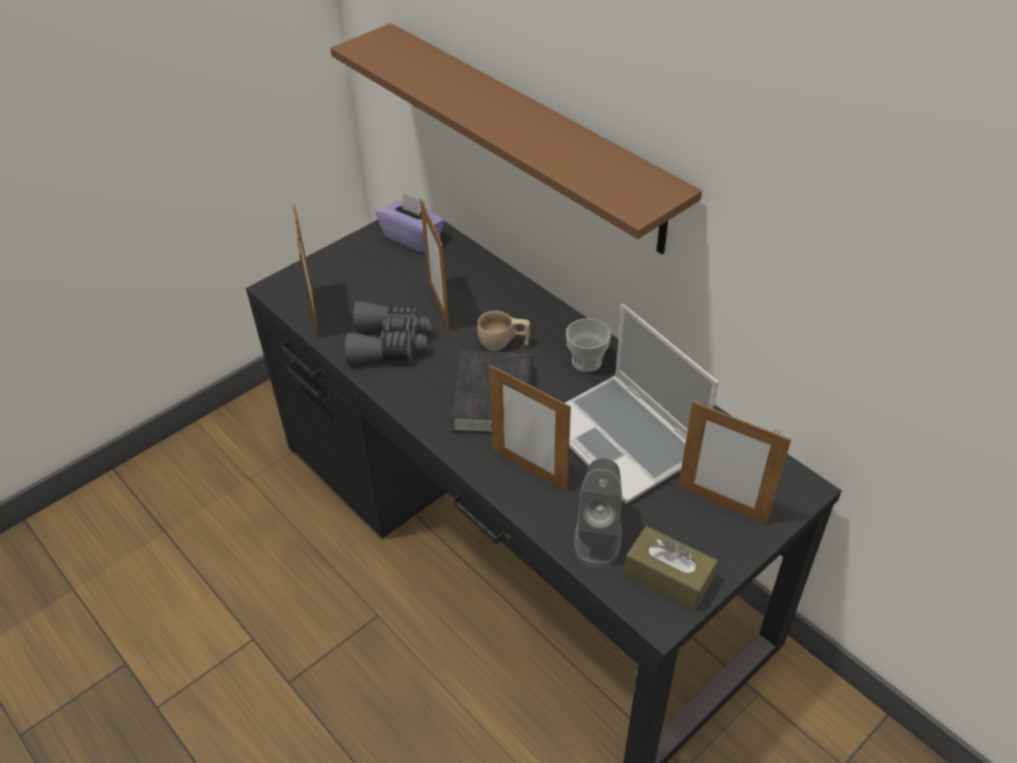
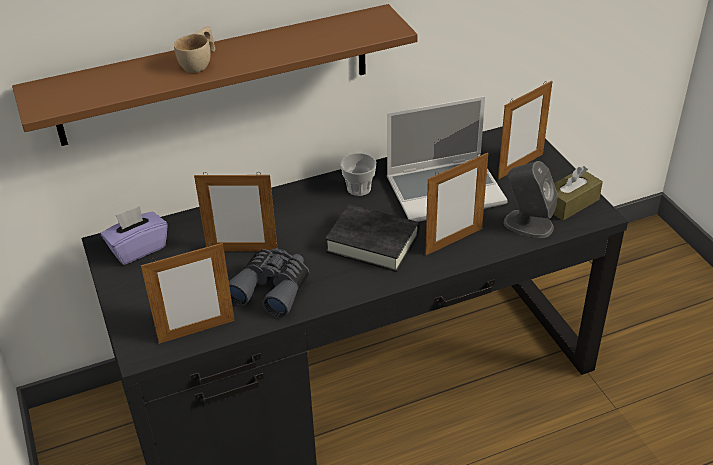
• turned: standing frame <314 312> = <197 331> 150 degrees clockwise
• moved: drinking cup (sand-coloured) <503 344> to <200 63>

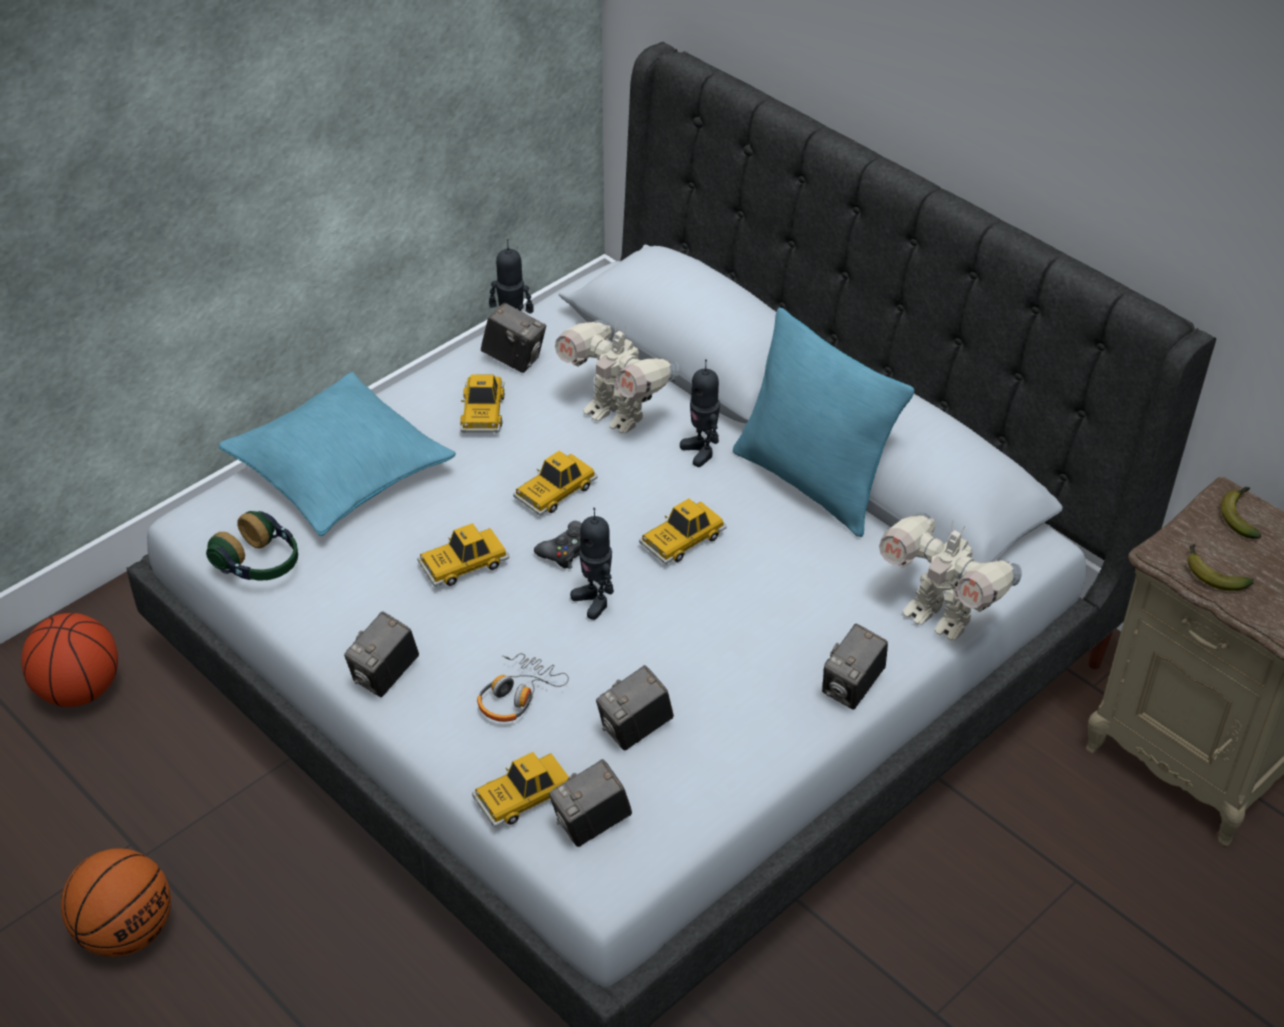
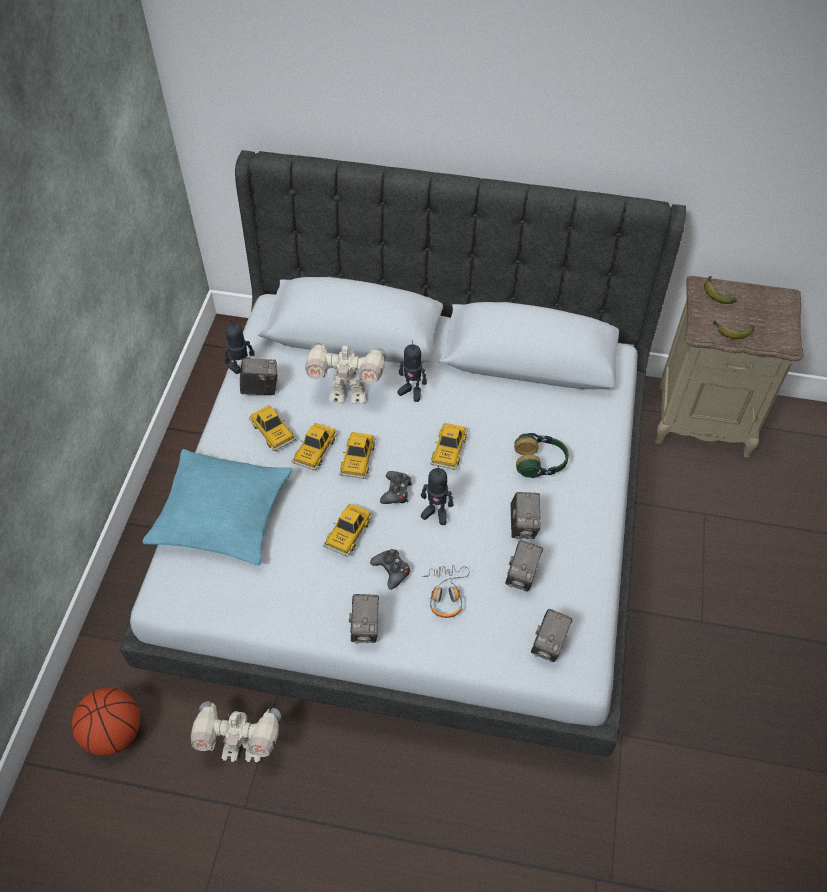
• moved: model robot <939 616> to <243 747>
• moved: toy car <524 796> to <315 450>
• added: gamepad (blackish) <391 570>
• moved: still camera <852 688> to <523 526>
• moved: headset <260 564> to <540 462>
• removed: basketball <125 931>
• removed: throw pillow (blue-green) <811 483>

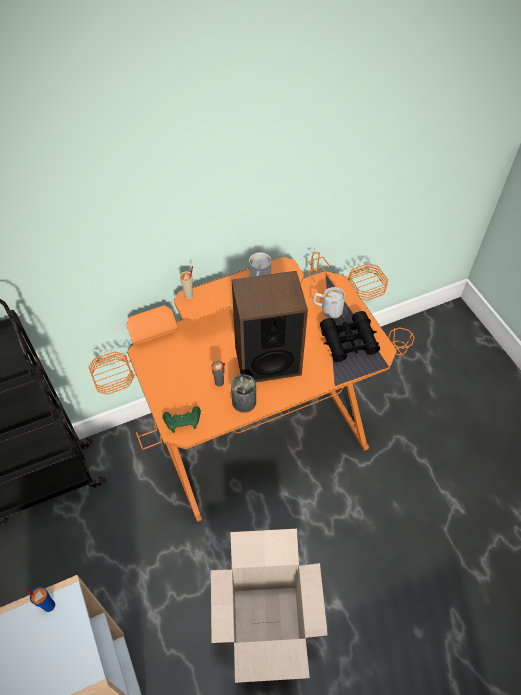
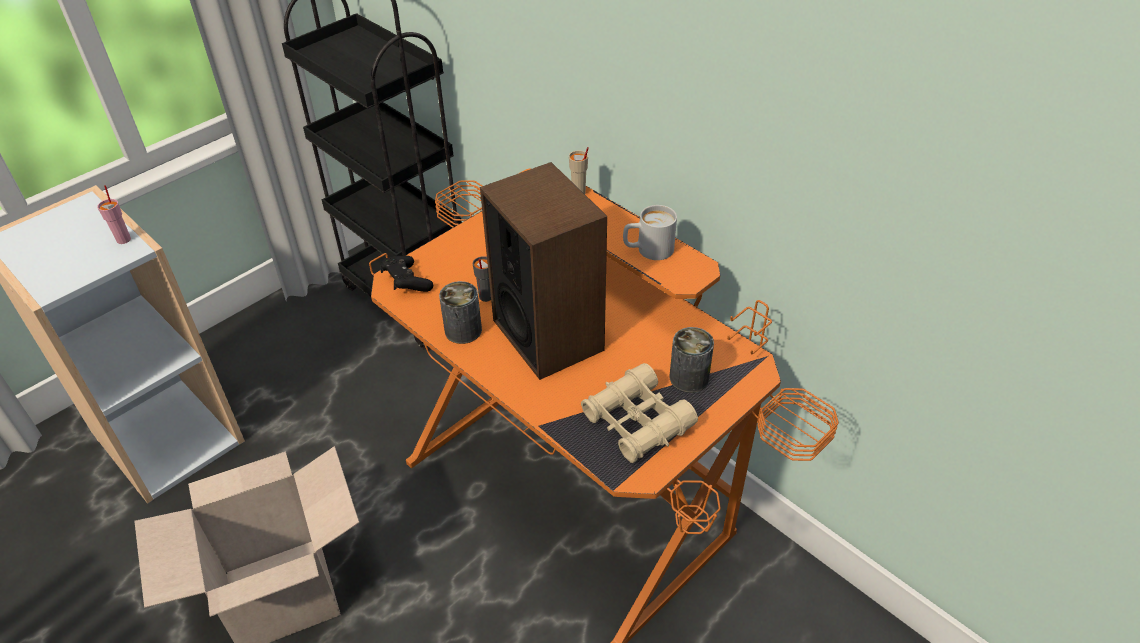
• recoloured: drinking cup (blue-coloured) <48 605> to drinking cup (pink-coloured) <124 239>
• recoloured: gamepad (green-coloured) <183 423> to gamepad (blackish) <406 282>
• recoloured: field glasses (blackish) <349 341> to field glasses (sand-coloured) <637 422>
• replaced: tea mug (white-coloured) <327 309> to metal can <689 377>

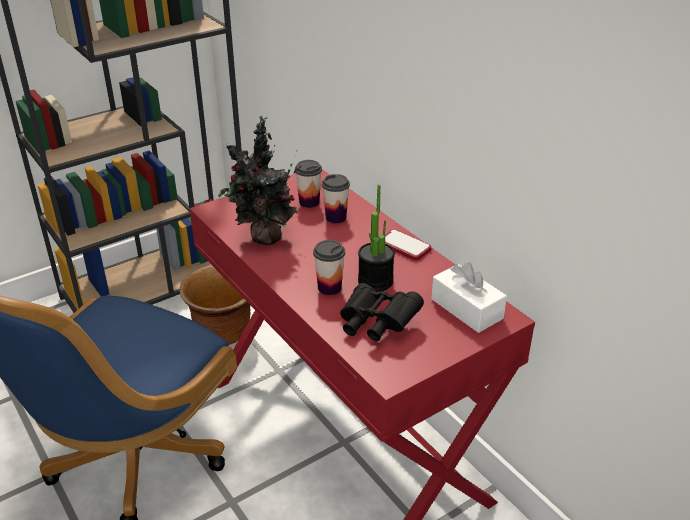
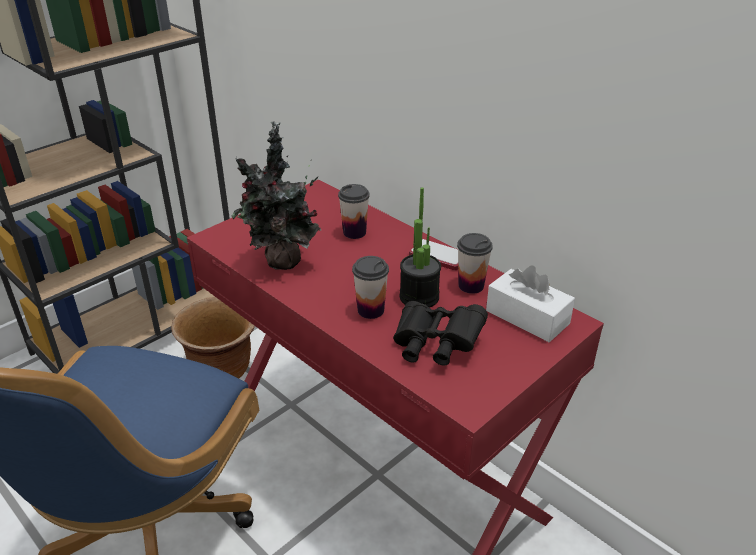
• moved: drinking cup <309 202> to <471 286>

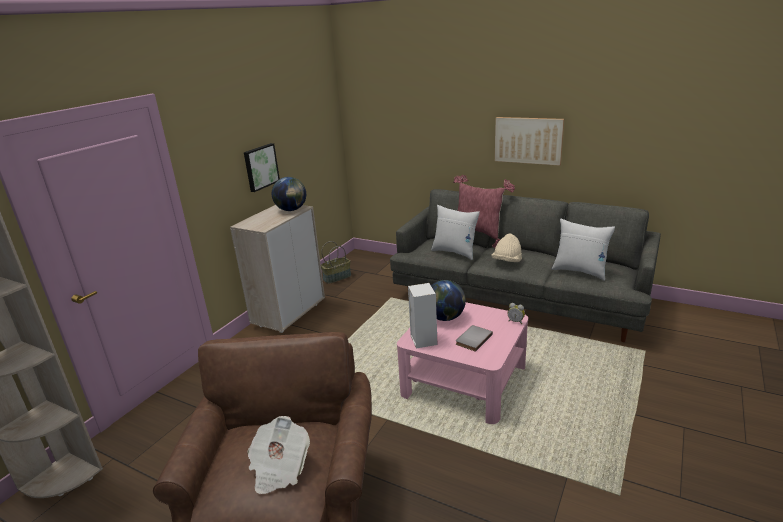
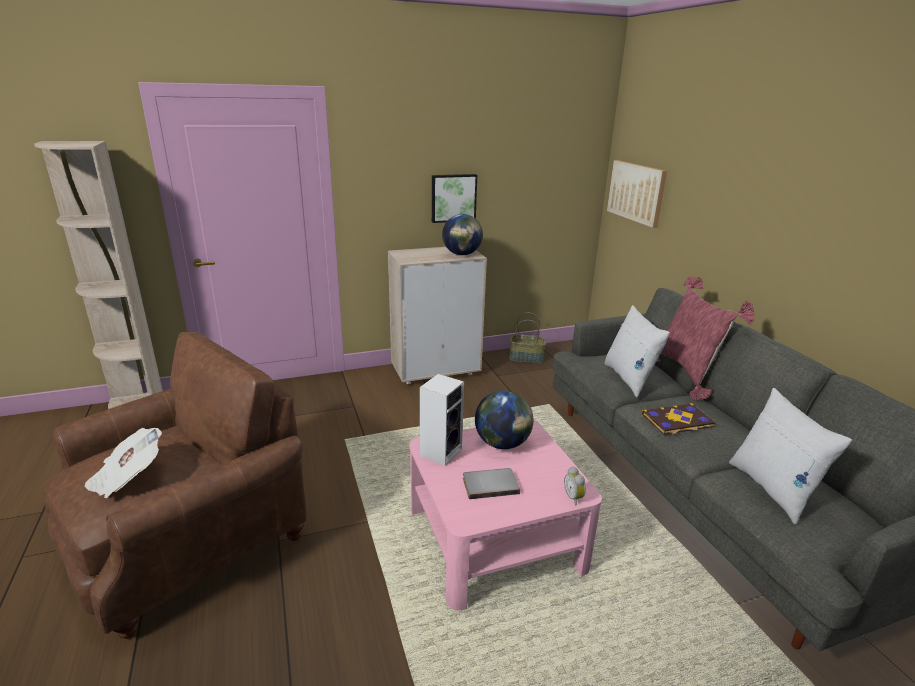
• moved: wall art <528 140> to <636 192>
• replaced: hat (sand-coloured) <507 262> to book <678 421>

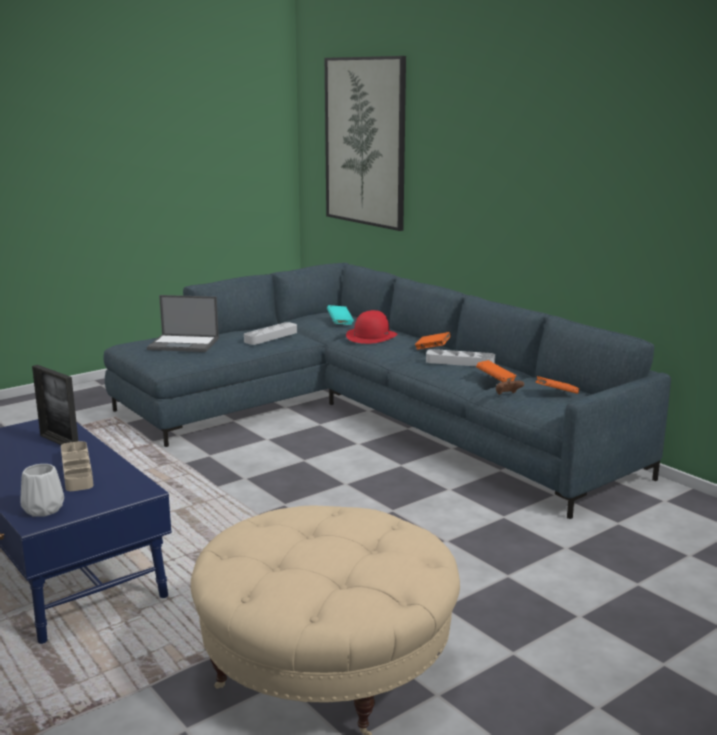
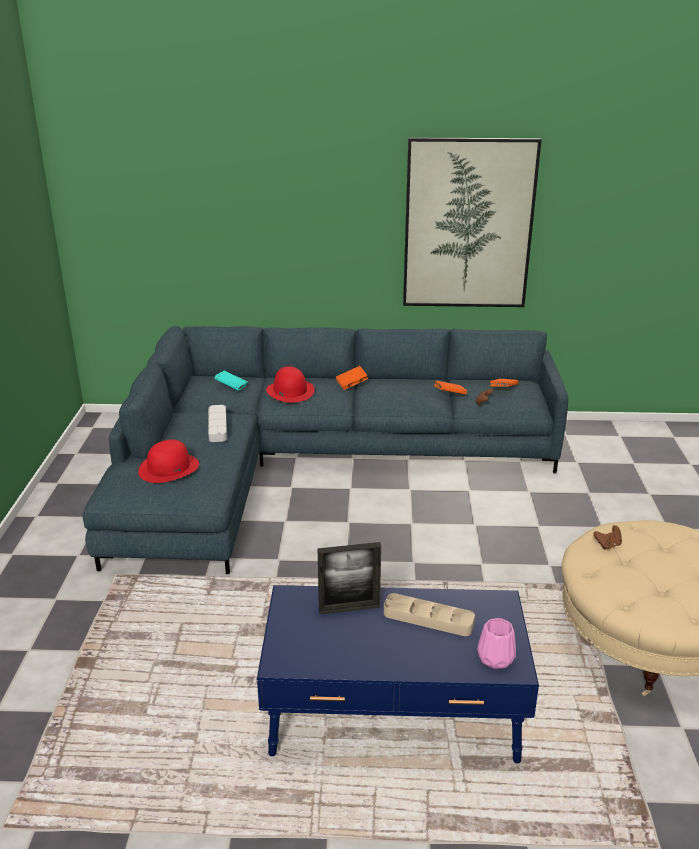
• replaced: laptop <184 344> to hat (red-coloured) <169 468>
• moved: wall art <365 142> to <468 225>
• recoloured: decorative vase (white-coloured) <43 509> to decorative vase (pink-coloured) <494 658>
• added: gamepad (brown) <608 545>
• removed: serving tray (grey) <460 362>

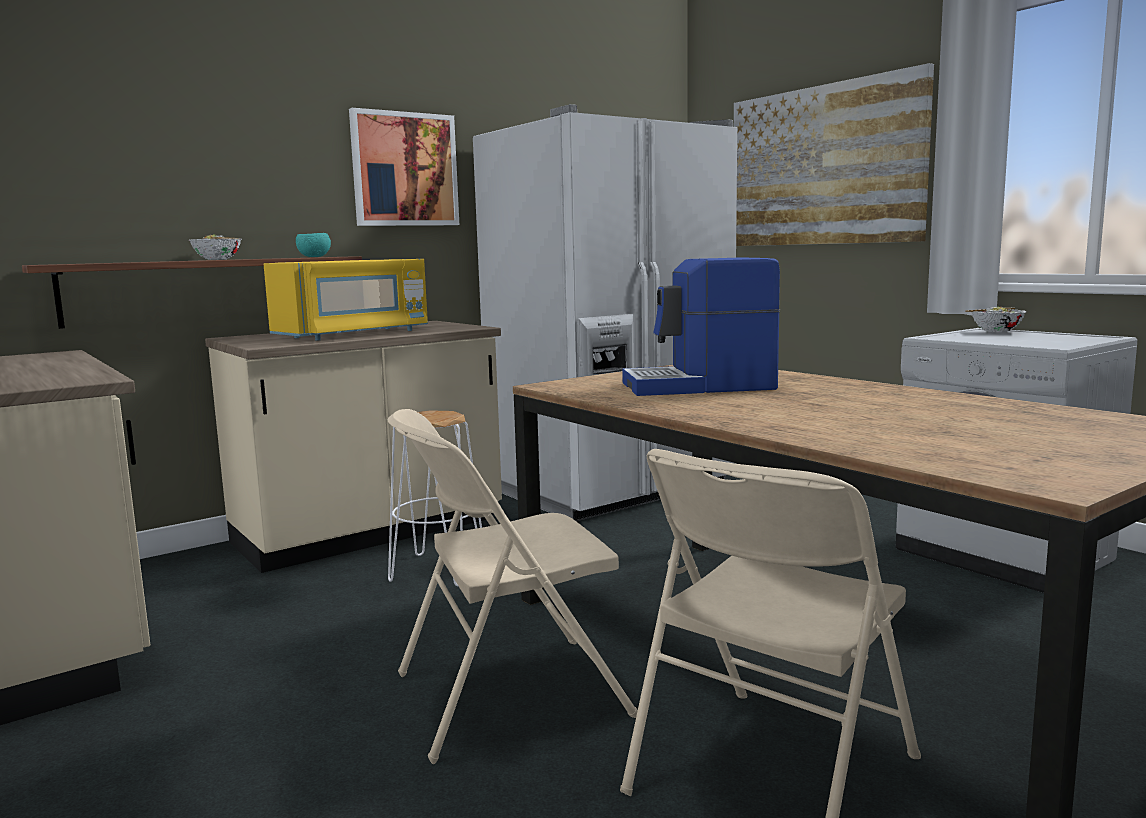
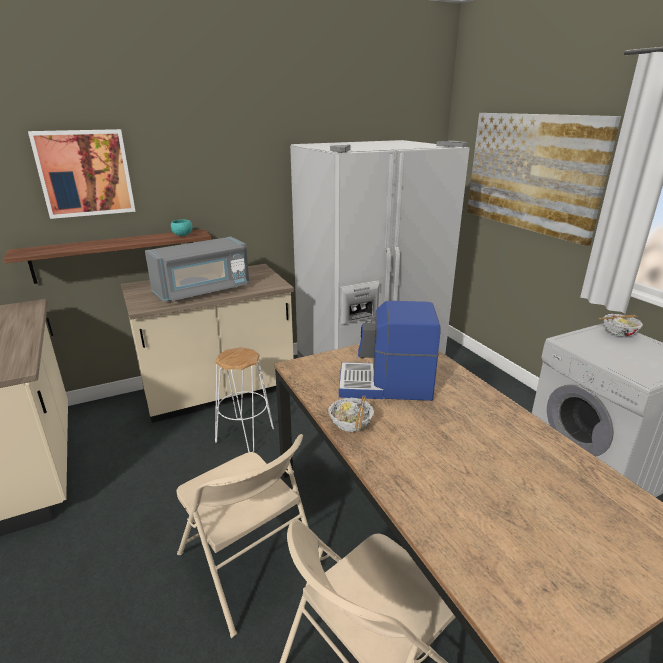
• moved: wall art <404 169> to <85 173>
• recoloured: microwave oven (yellow) <354 334> to microwave oven (grey) <203 290>
• turned: upright chair (sand-coloured) <511 694> = <247 563> 120 degrees counterclockwise
• moved: bowl <218 259> to <351 425>

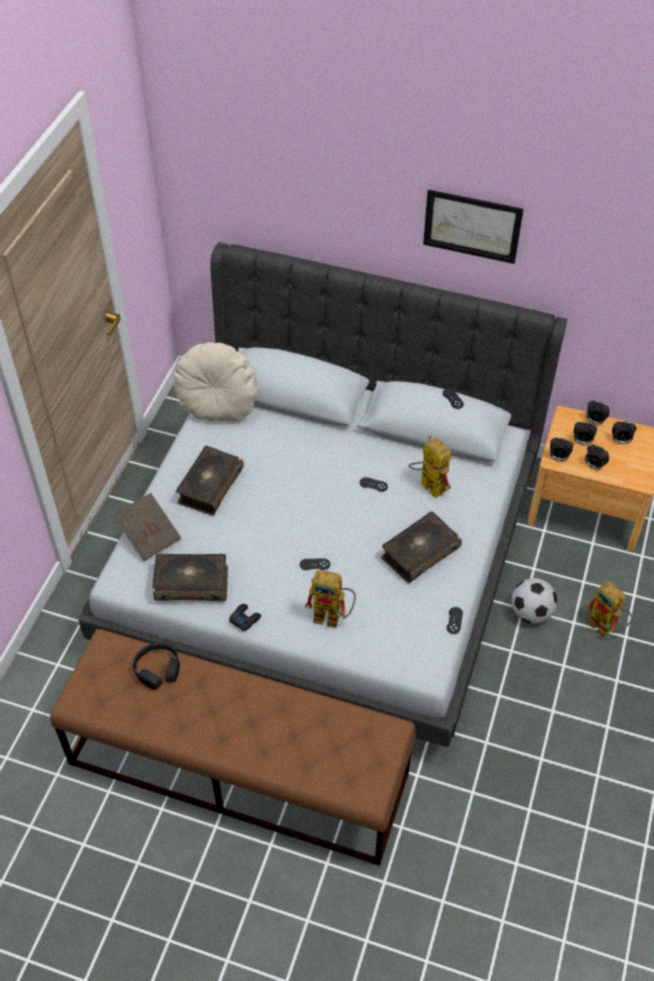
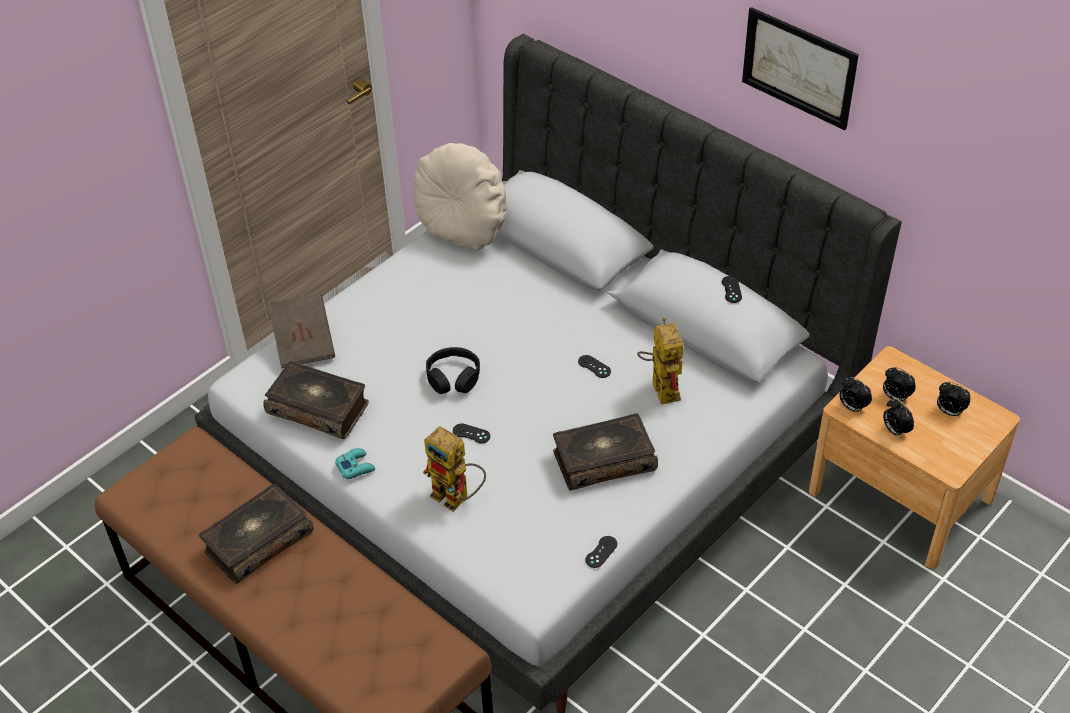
• moved: book <209 486> to <257 541>
• recoloured: gamepad (blackish) <245 619> to gamepad (blue-green) <355 467>
• moved: headset (blackish) <158 669> to <453 377>
• removed: football <531 612>
• removed: alarm clock <594 421>
• removed: model robot <606 628>

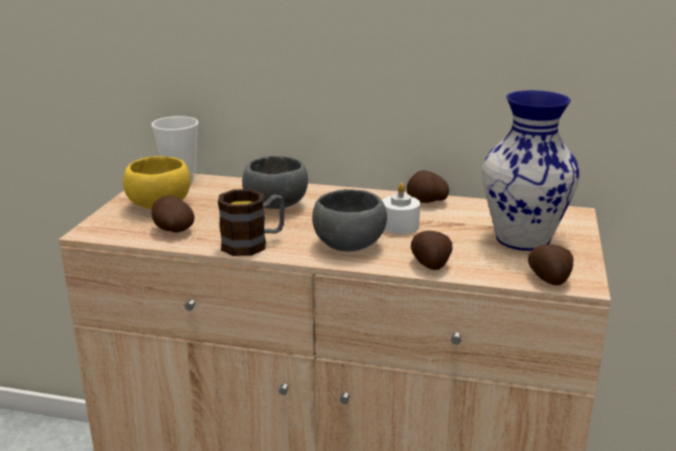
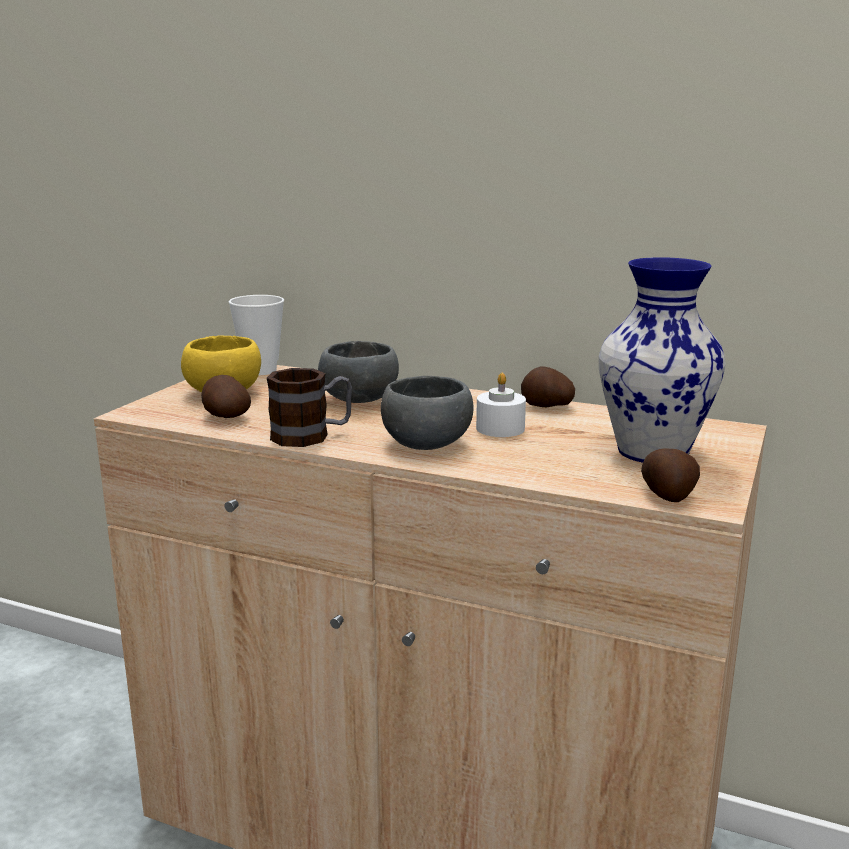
• removed: spud <431 265>

